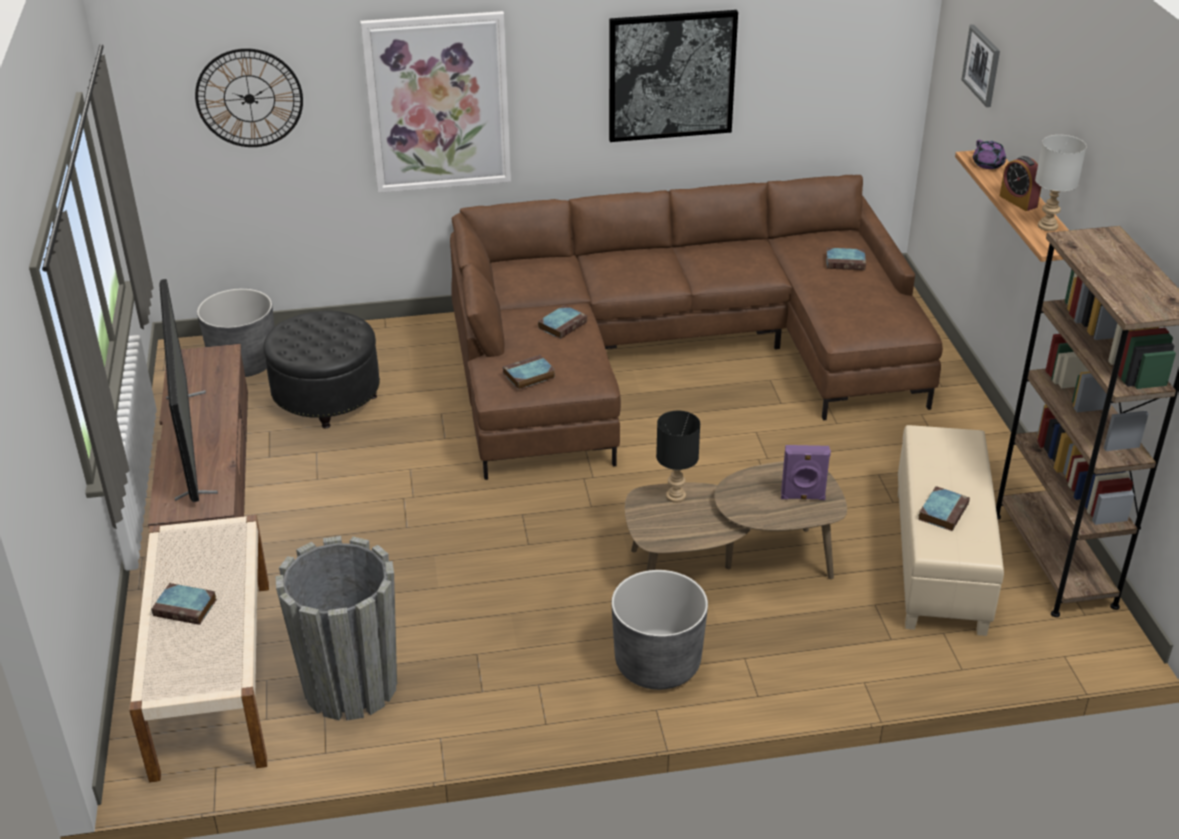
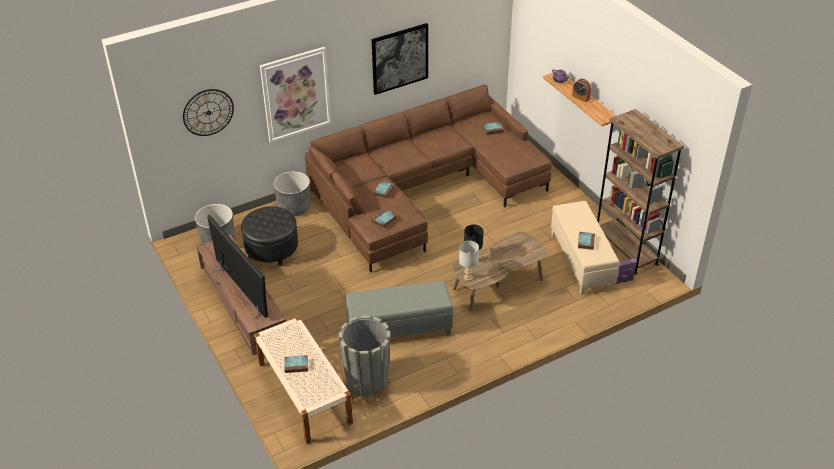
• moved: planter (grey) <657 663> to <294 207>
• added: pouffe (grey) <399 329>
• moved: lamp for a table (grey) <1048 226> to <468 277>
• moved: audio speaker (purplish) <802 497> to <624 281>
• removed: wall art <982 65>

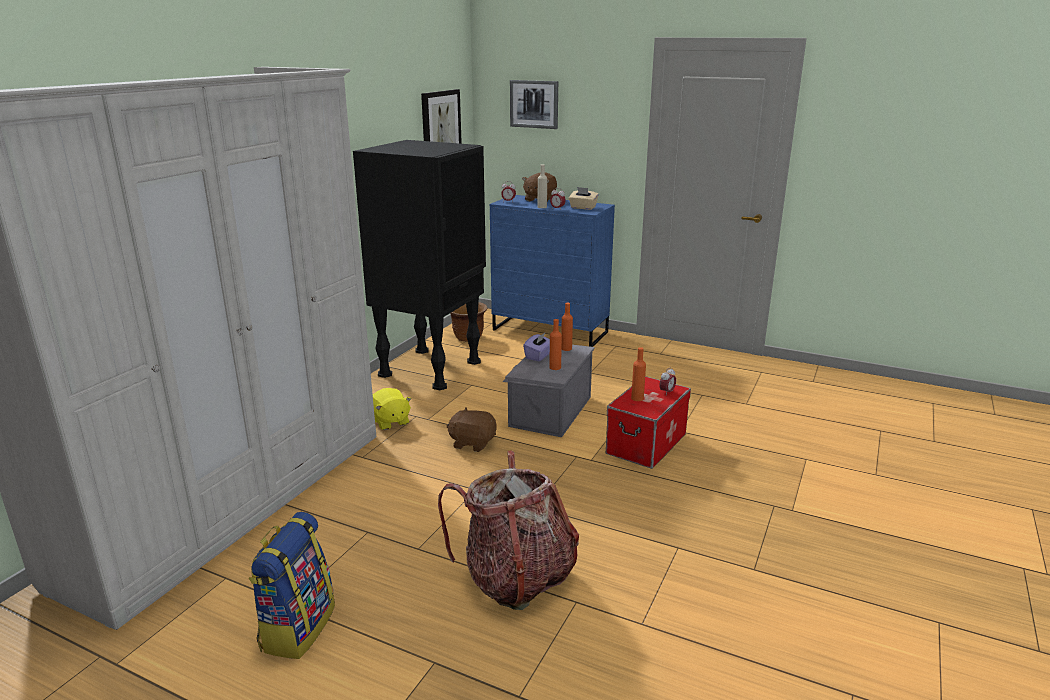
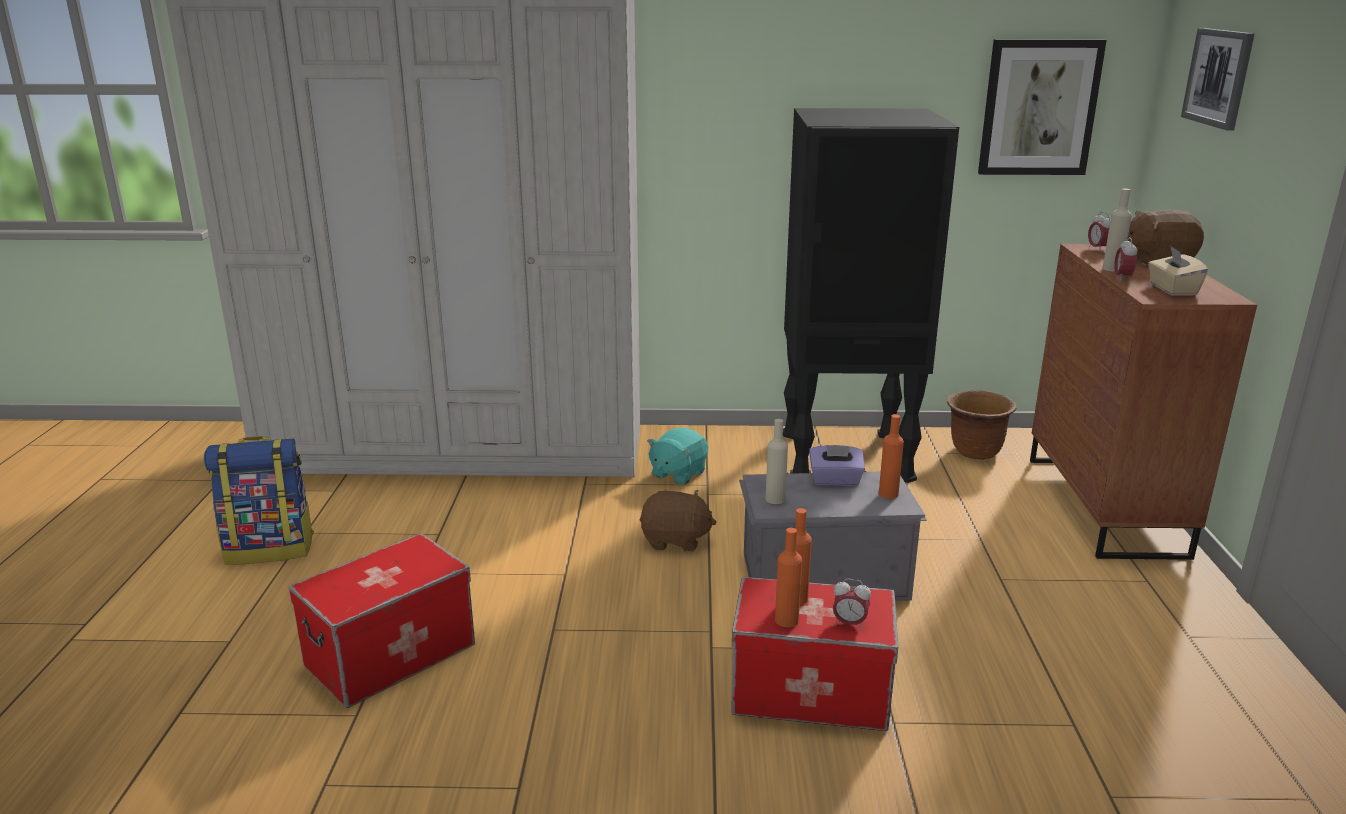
• replaced: backpack <515 577> to storage container <390 654>
• turned: soft toy (brown) <472 443> = <675 540> 105 degrees clockwise
• recoloured: soft toy (yellow) <390 422> to soft toy (blue-green) <677 474>
• added: drink bottle (sand-coloured) <775 499>
• moved: drink bottle (orange) <555 367> to <786 620>
• recoloured: chest of drawers (blue-coloured) <551 331> to chest of drawers (brown) <1106 506>

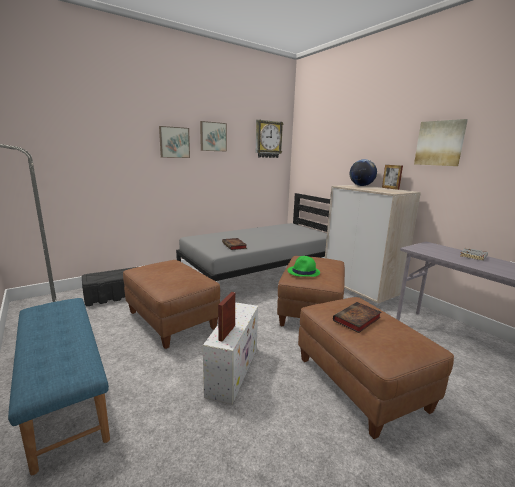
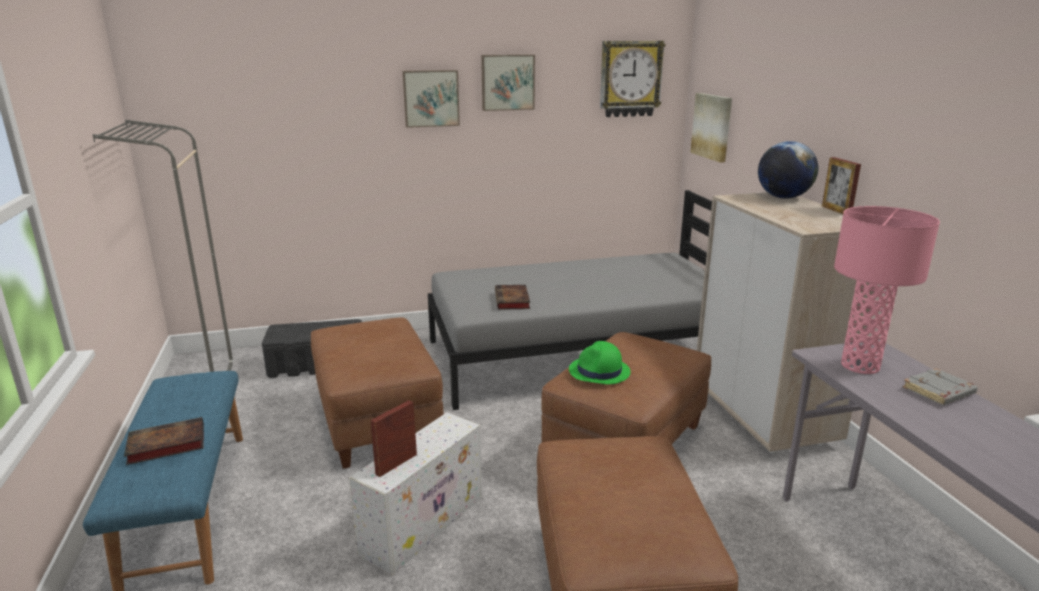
• moved: book <356 320> to <164 445>
• moved: wall art <440 143> to <712 126>
• added: lamp for a table (pink-coloured) <859 365>

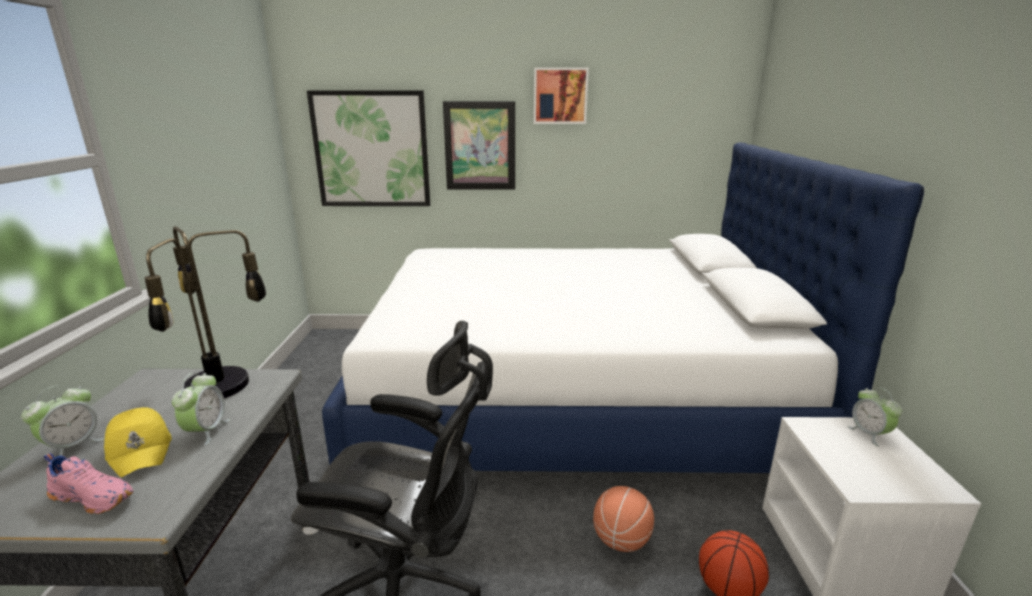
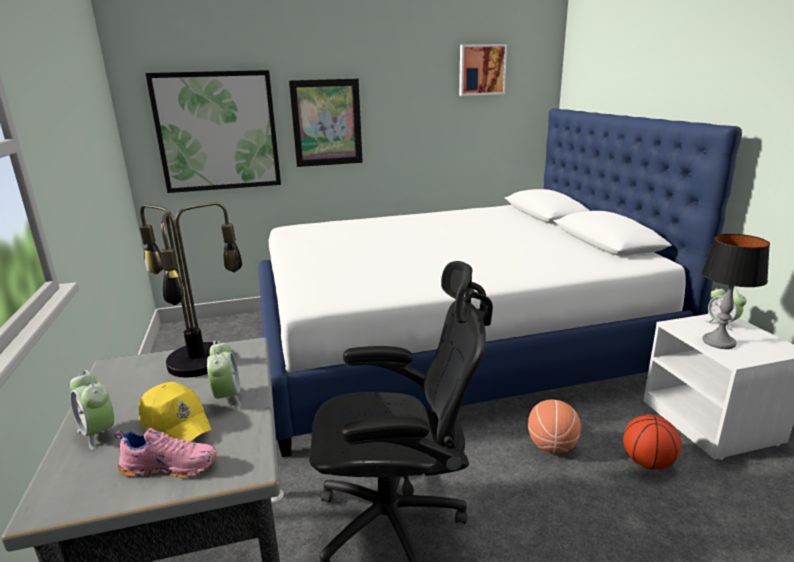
• turned: alarm clock <73 446> = <99 433> 120 degrees clockwise
• moved: wall art <560 96> to <481 70>
• added: lamp for a table <719 342>

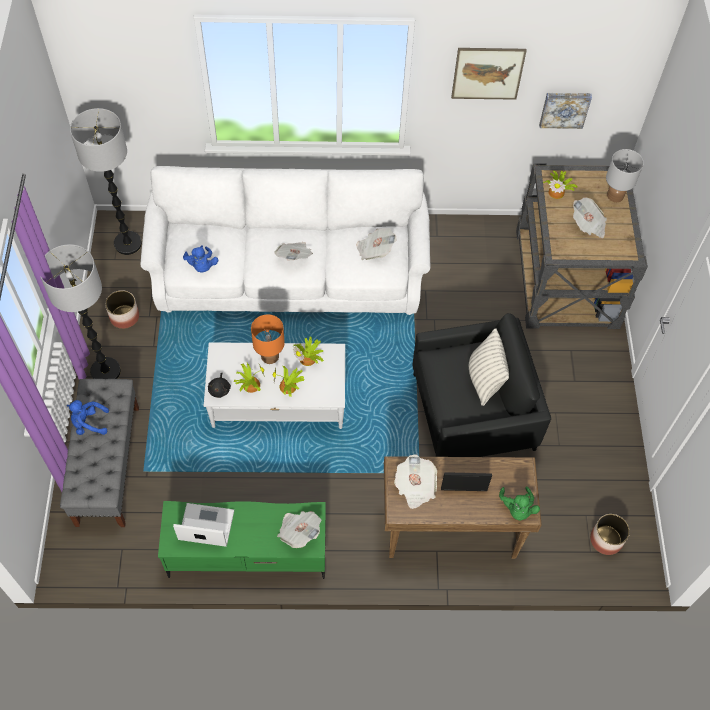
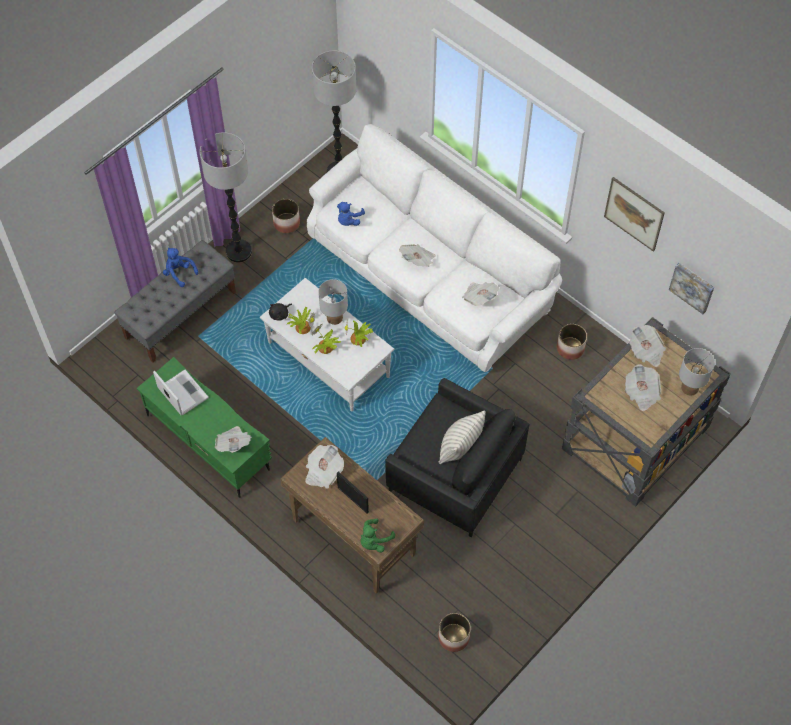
• recoloured: lamp for a table (orange) <270 356> to lamp for a table (grey) <334 318>
• added: planter <570 348>
• replaced: houseplant <557 192> to printed paper <646 351>

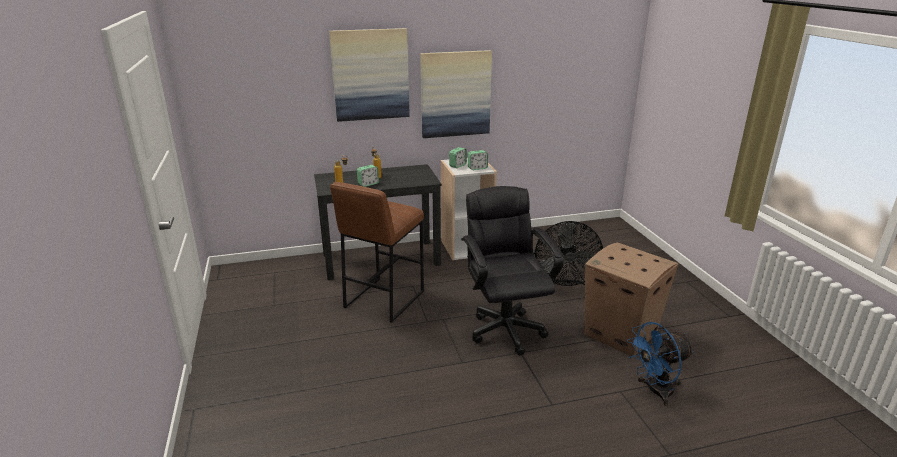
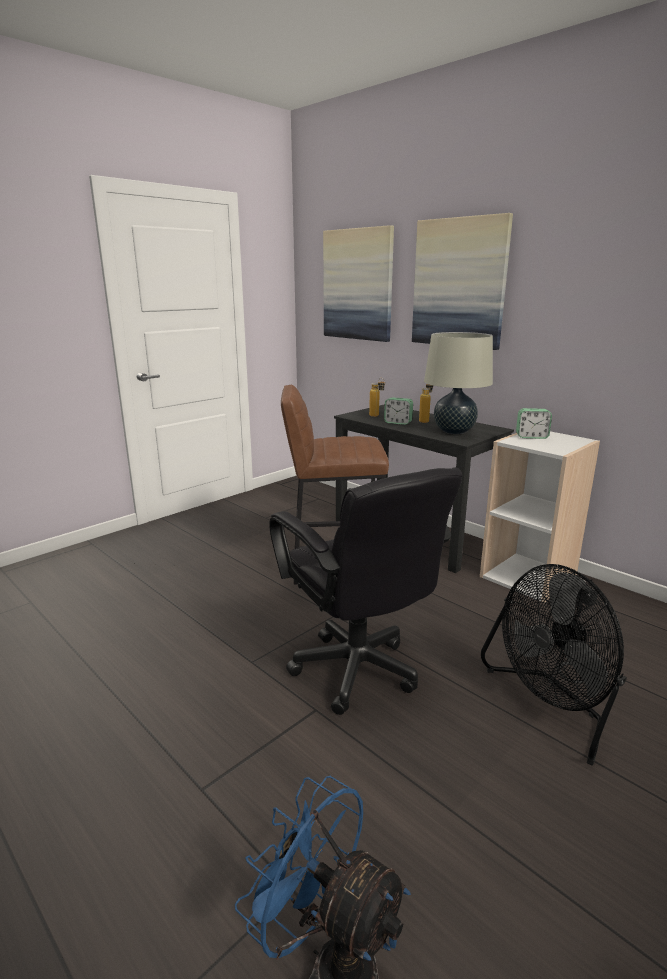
• turned: desk chair (blackish) <504 329> = <360 674> 105 degrees clockwise
• moved: wall art <455 94> to <358 285>
• added: lamp for a table (sand-coloured) <454 431>
• removed: alarm clock <477 168>
• removed: carton <621 333>

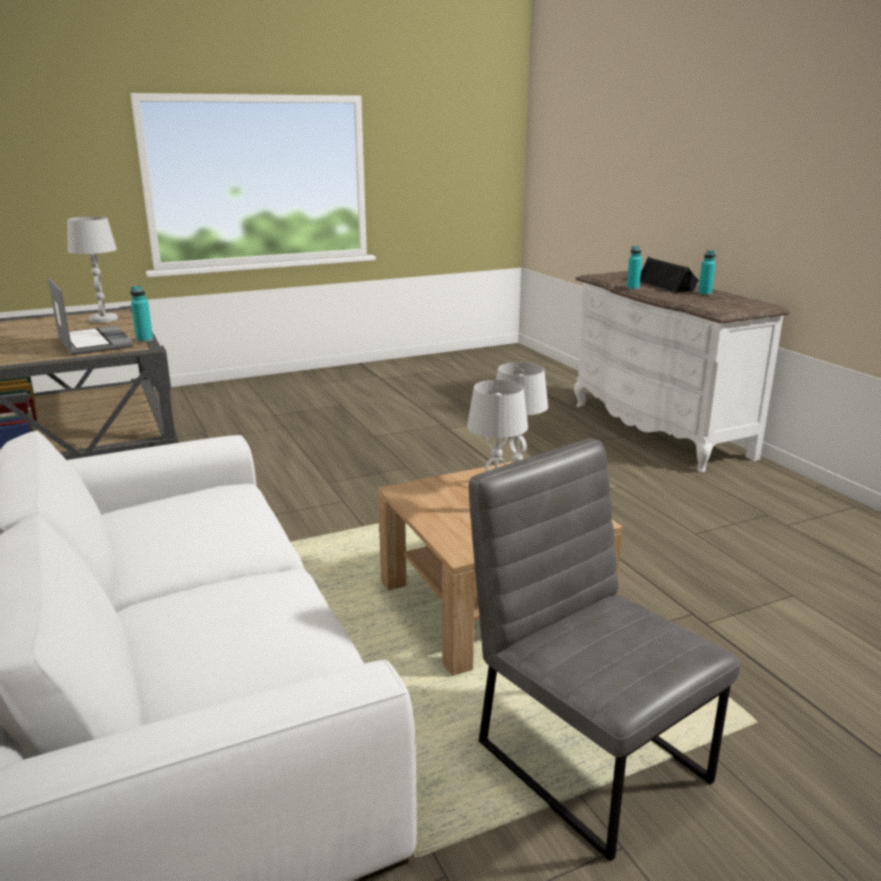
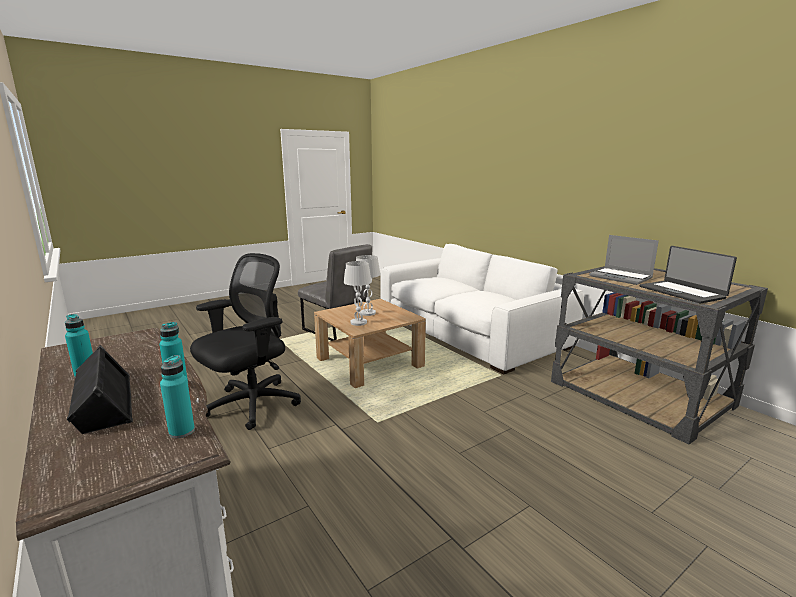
• moved: drink bottle (blue-green) <144 340> to <181 431>
• added: desk chair (blackish) <248 407>
• replaced: lamp for a table (white-coloured) <103 319> to laptop <682 292>

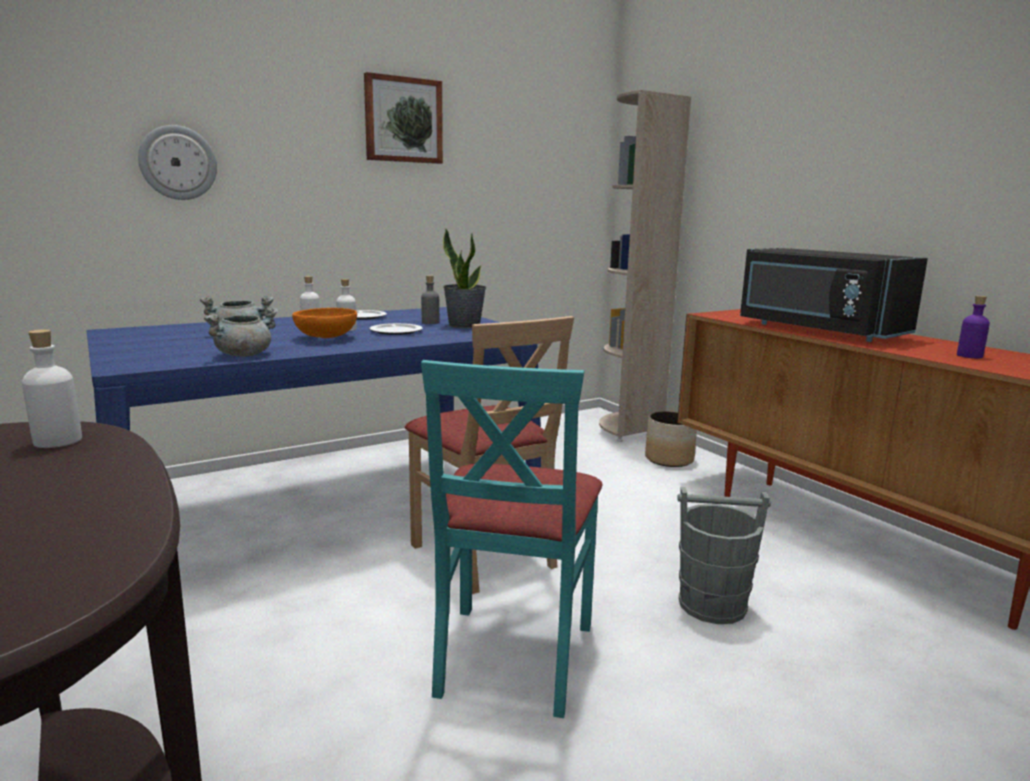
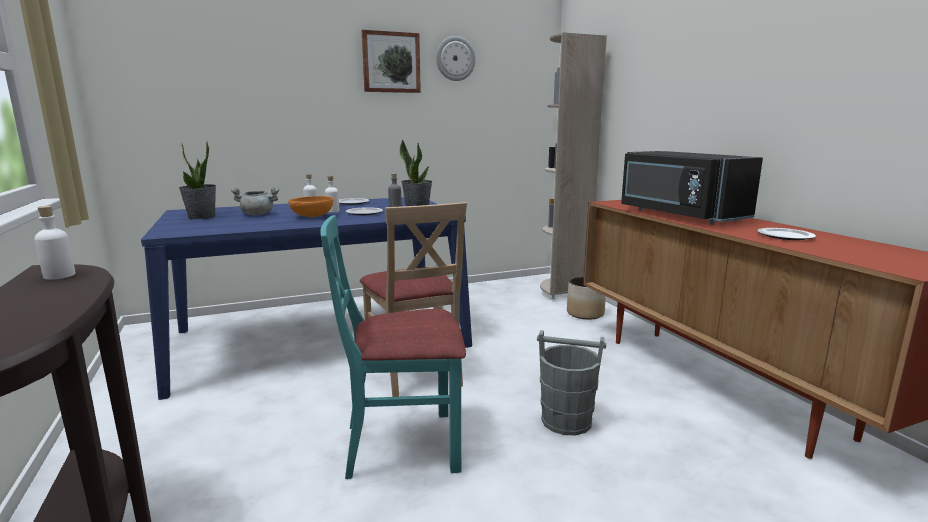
• added: houseplant <201 217>
• turned: upright chair (blue-green) <512 656> = <402 444> 60 degrees clockwise
• moved: wall clock <178 163> to <455 58>
• replaced: drink bottle (purplish) <969 356> to flat dish <784 236>
• removed: stockpot (grey) <244 355>

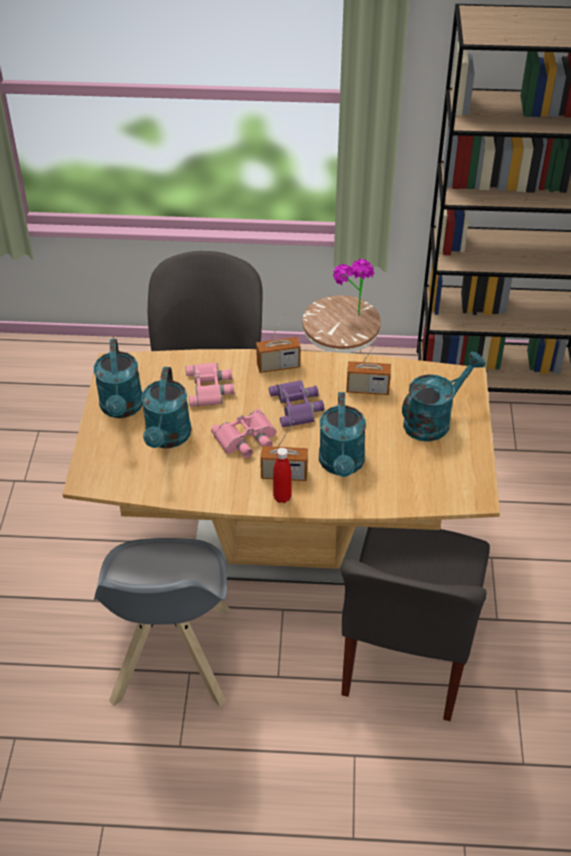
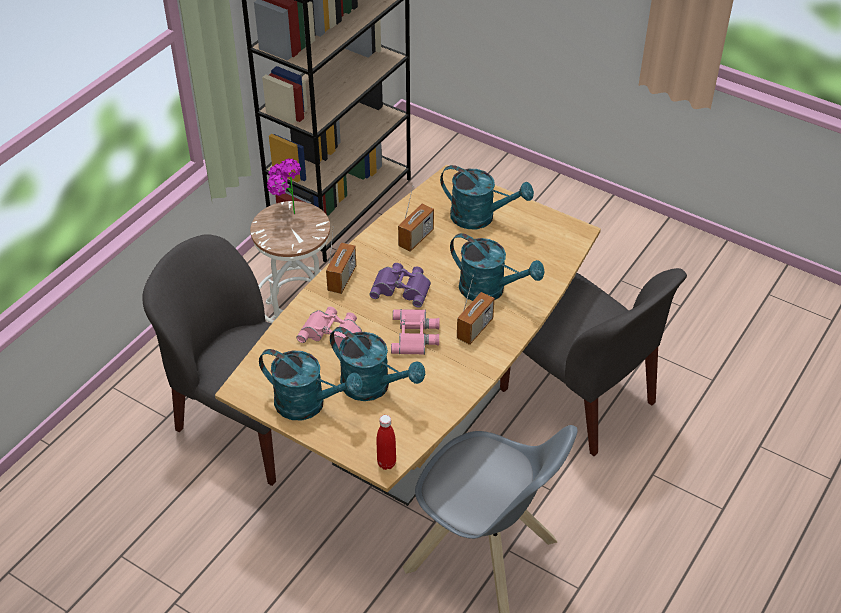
• moved: drink bottle (red-coloured) <282 497> to <386 463>
• turned: watering can (blue-green) <433 420> = <480 217> 120 degrees clockwise

